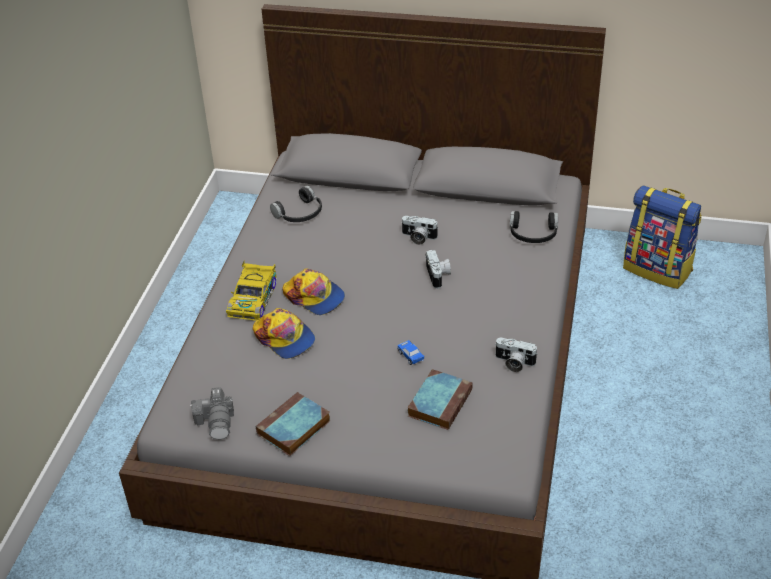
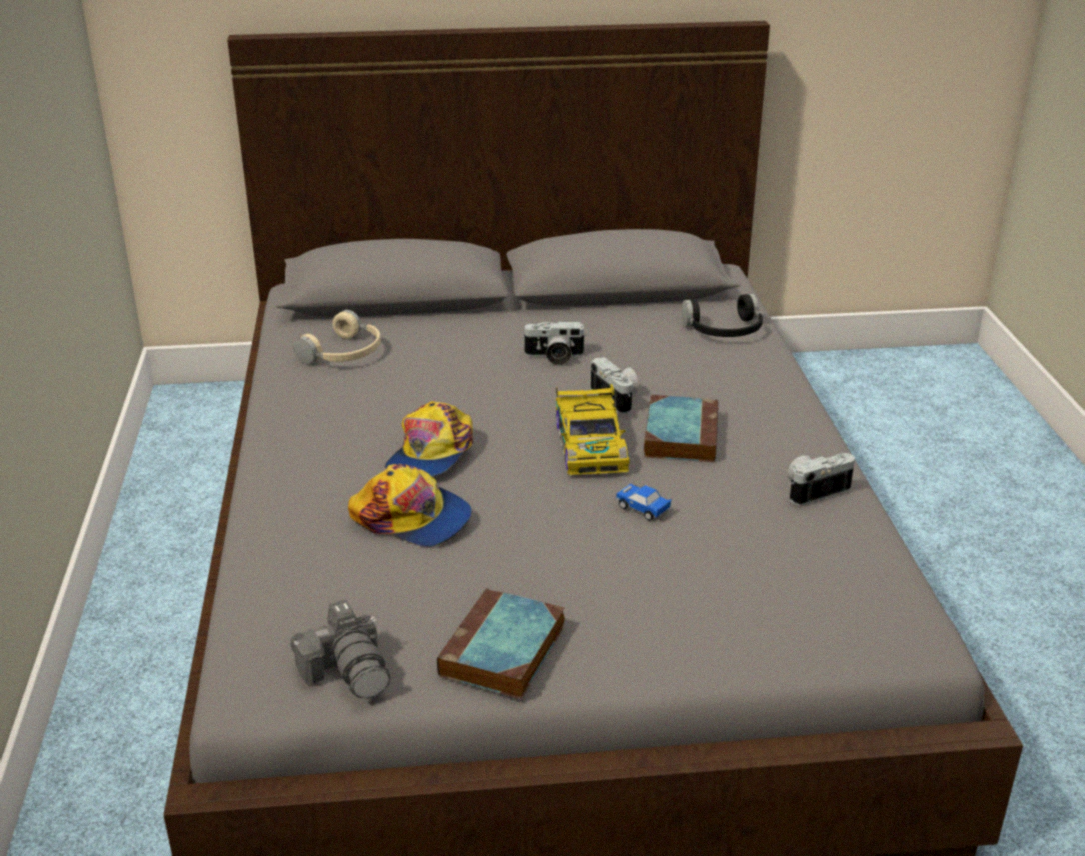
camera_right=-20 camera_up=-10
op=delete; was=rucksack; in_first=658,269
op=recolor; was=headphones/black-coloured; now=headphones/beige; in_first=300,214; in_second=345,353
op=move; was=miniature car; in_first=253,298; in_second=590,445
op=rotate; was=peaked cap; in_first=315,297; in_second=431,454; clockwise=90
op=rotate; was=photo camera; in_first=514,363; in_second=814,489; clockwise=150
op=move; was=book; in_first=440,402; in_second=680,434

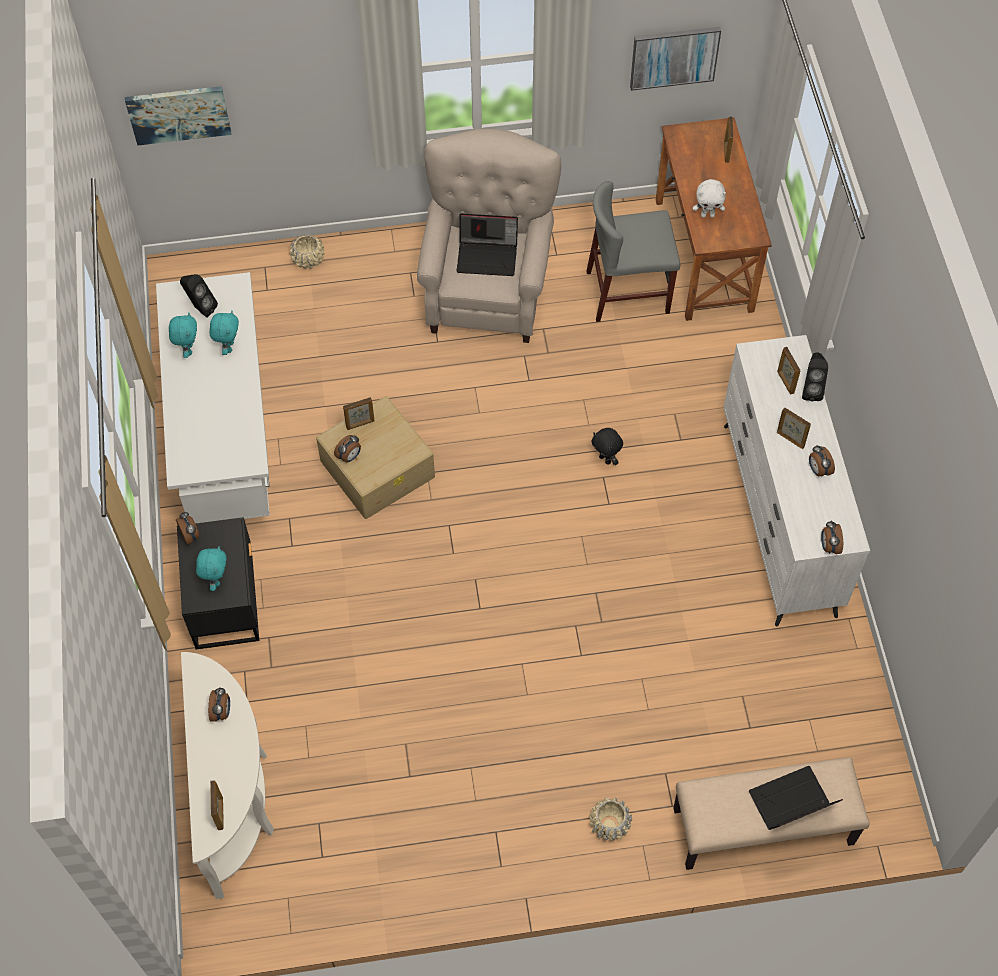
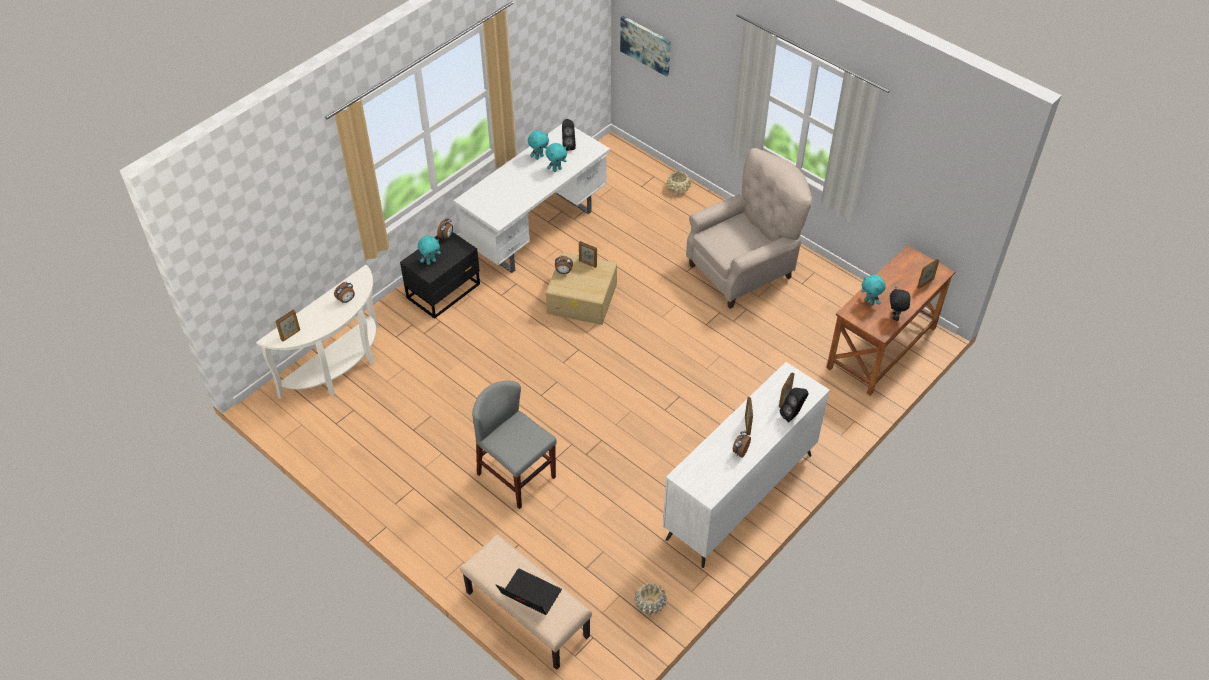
camera_right=50 camera_up=-10
op=delete; was=wall picture; in_first=674,57
op=recolor; was=plush toy/white-coloured; now=plush toy/turquoise-coloured; in_first=707,215; in_second=869,302
op=move; was=upright chair/gray; in_first=628,292; in_second=516,475
op=delete; was=laptop; in_first=488,256
op=move; was=plush toy/black-coloured; in_first=605,459; in_second=895,316
op=delete; was=alarm clock; in_first=829,546
op=move; was=flower pot/beige; in_first=609,824; in_second=649,604

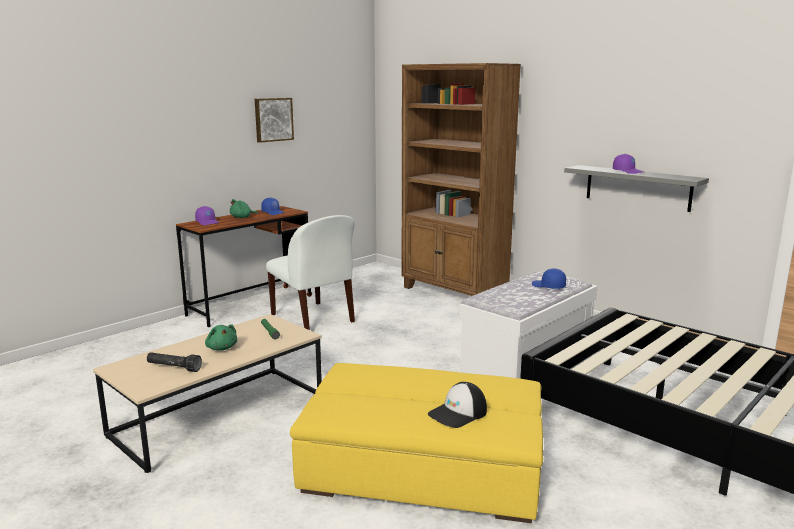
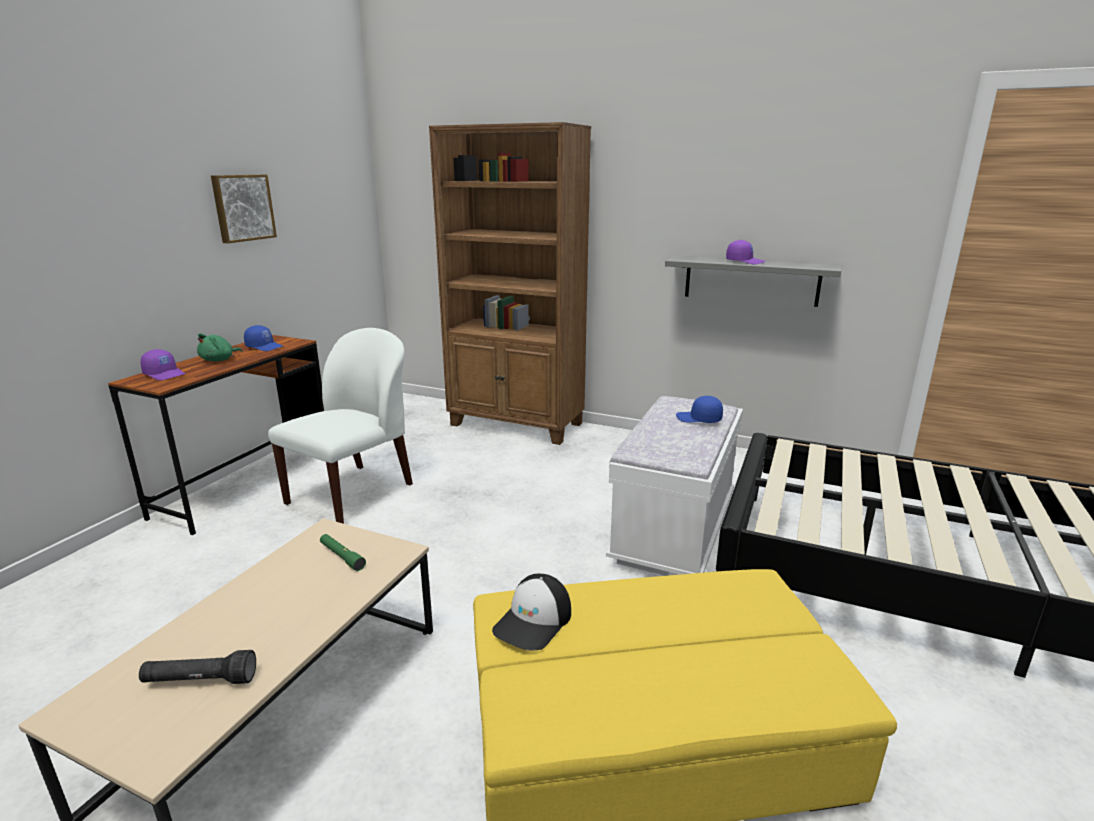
camera_right=-20 camera_up=5
op=rotate; was=upright chair/white-coloured; in_first=313,319; in_second=353,493; clockwise=-90
op=delete; was=plush toy/green-coloured; in_first=221,348
op=move; was=peaked cap; in_first=458,413; in_second=534,621

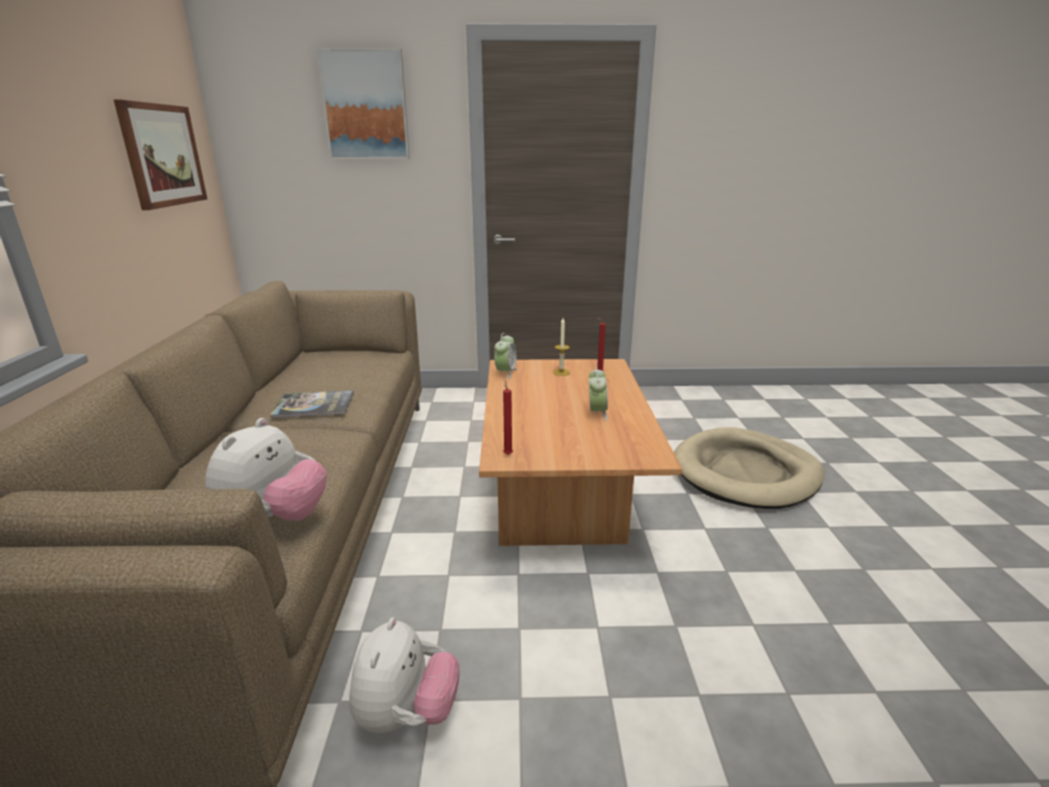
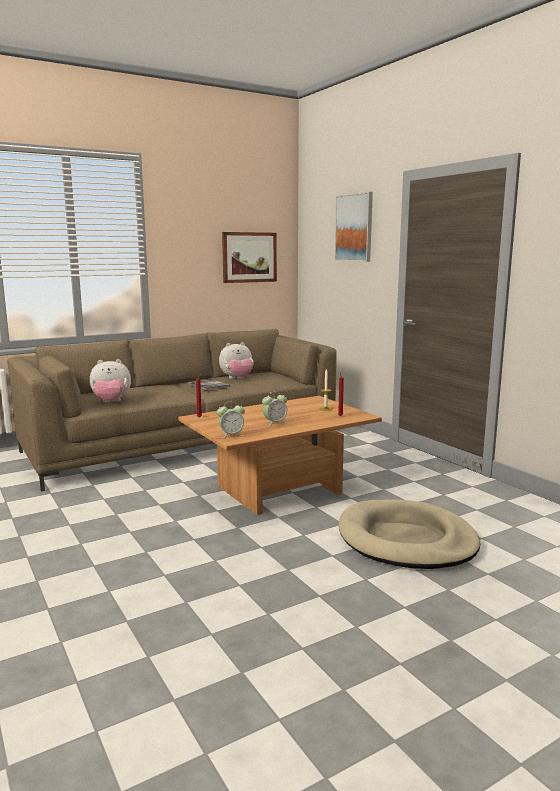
camera_right=60 camera_up=-10
op=move; was=alarm clock; in_first=505,372; in_second=231,435
op=move; was=plush toy; in_first=406,714; in_second=237,379

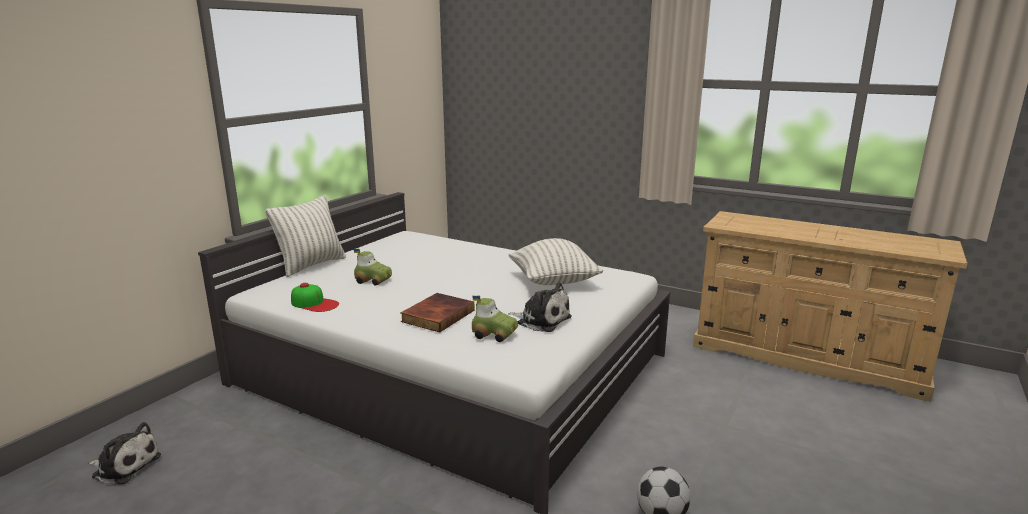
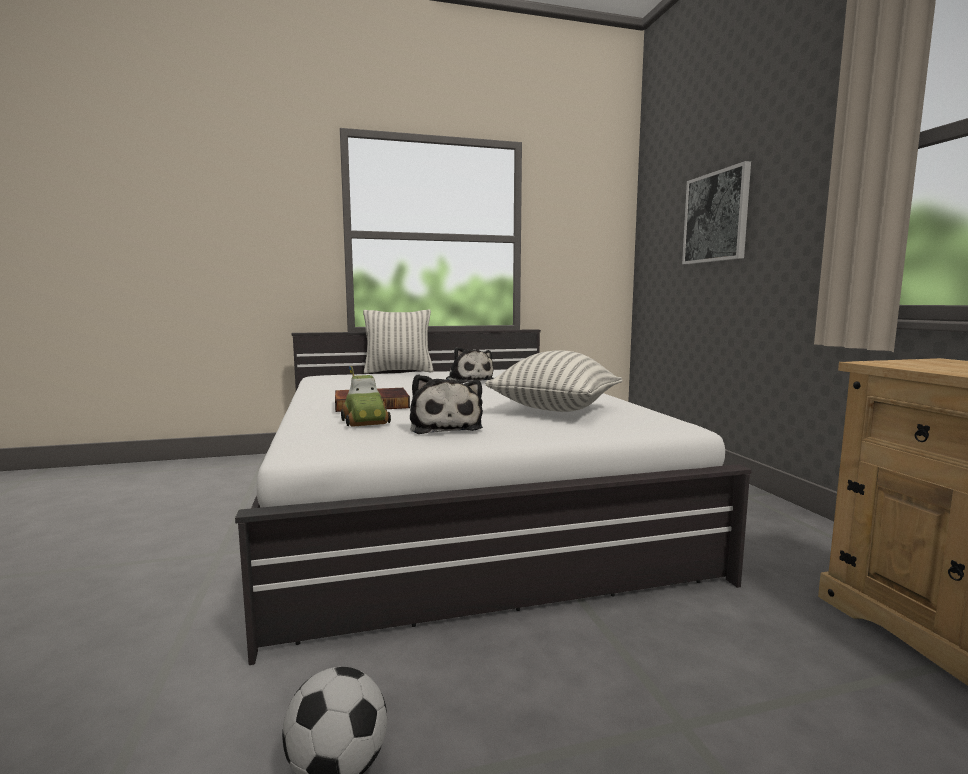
camera_right=45 camera_up=-10
op=delete; was=miniature car; in_first=374,280
op=delete; was=peaked cap; in_first=314,303
op=move; was=plush toy; in_first=124,466; in_second=468,380
op=insert; now=wall picture; in_second=716,217

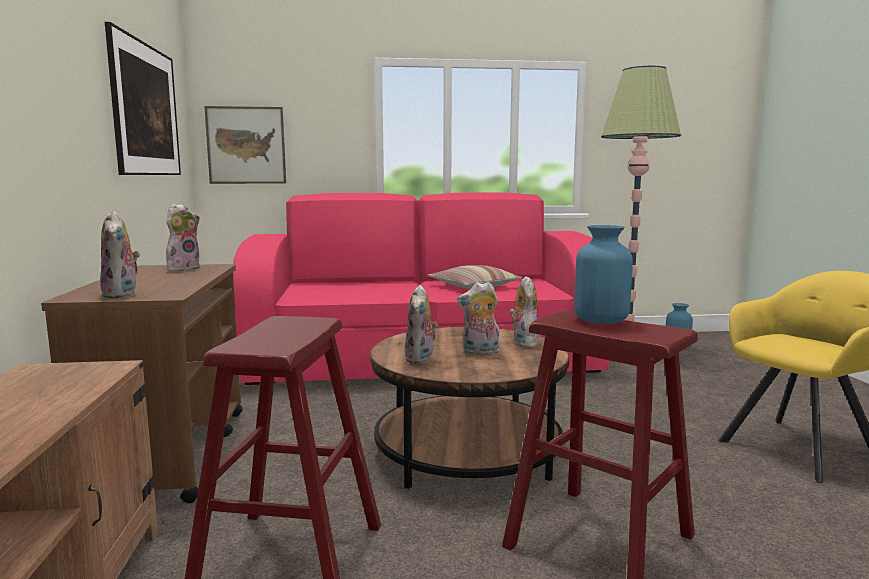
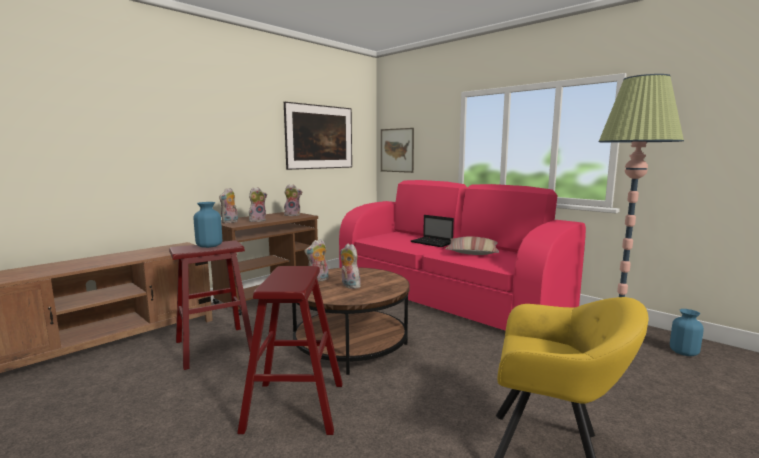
camera_right=50 camera_up=0
op=move; was=vase/bluish; in_first=600,320; in_second=209,246
op=move; was=plush toy; in_first=523,342; in_second=257,220
op=insert; now=laptop; in_second=432,243

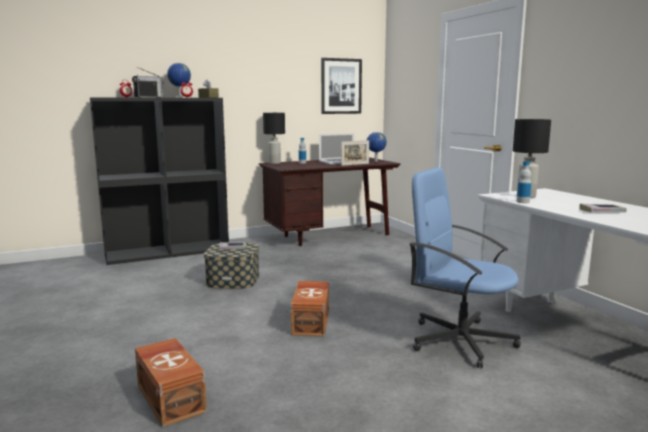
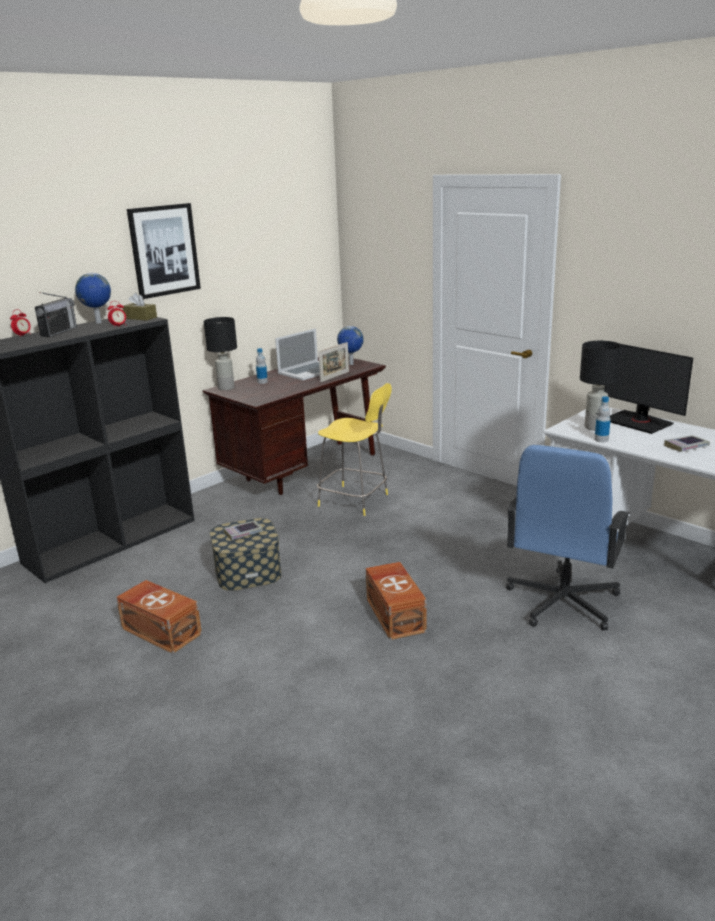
camera_right=-20 camera_up=10
op=move; was=wall picture; in_first=341,86; in_second=164,250
op=rotate; was=desk chair/bluish; in_first=459,340; in_second=562,602; clockwise=-75
op=move; was=storage box/brown; in_first=171,397; in_second=161,630
op=insert; now=monitor; in_second=638,422
op=insert; now=sitting stool/yellow; in_second=355,501

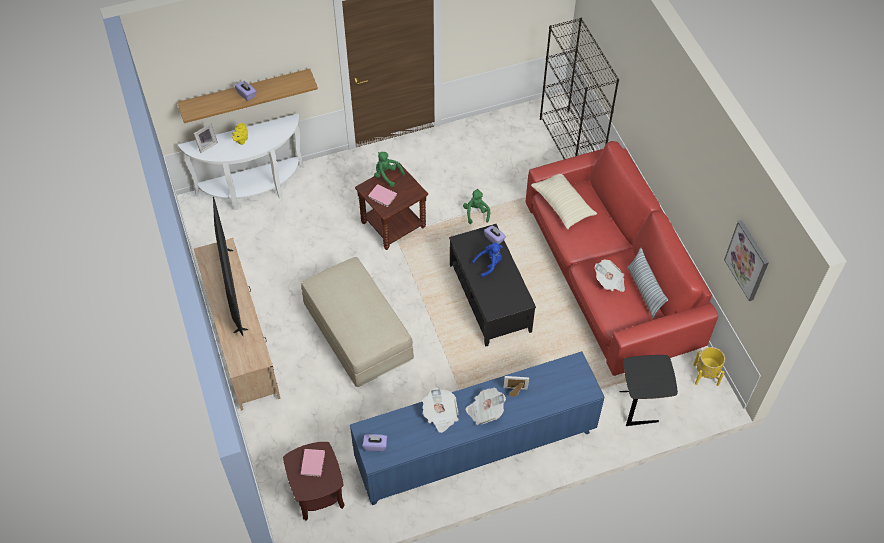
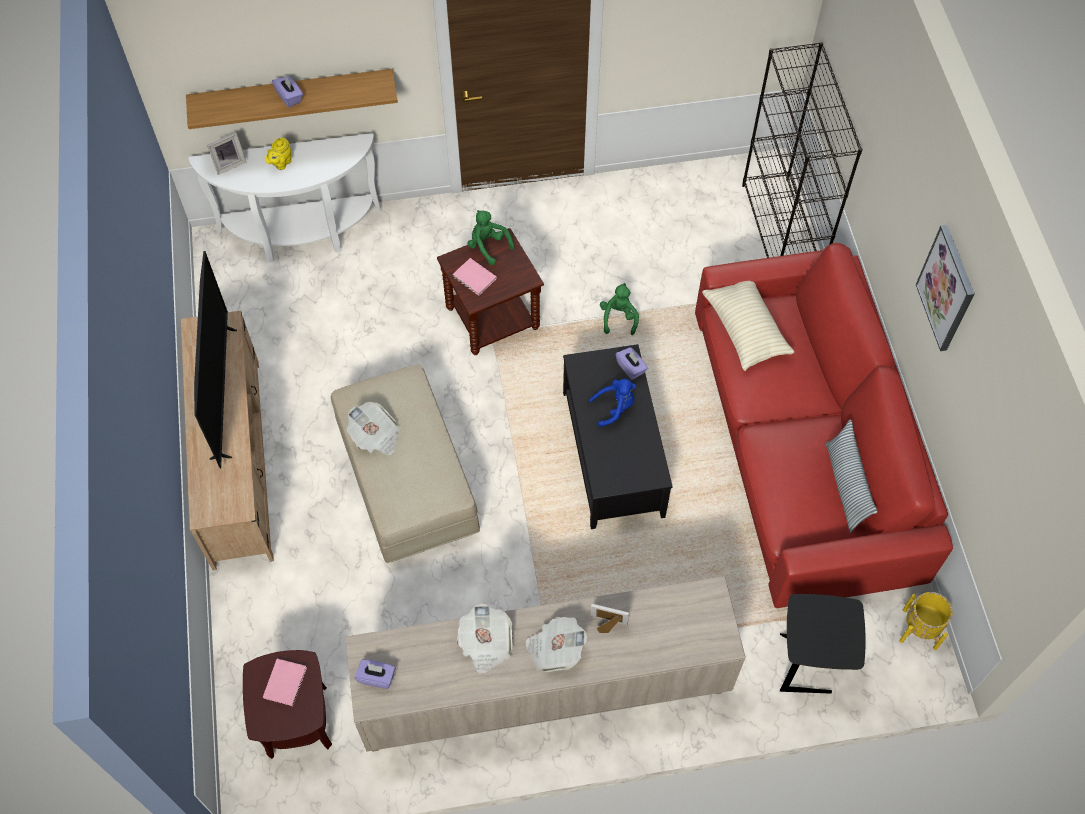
camera_right=10 camera_up=5
op=move; was=wall picture; in_first=747,260; in_second=947,288
op=move; was=daily paper; in_first=609,282; in_second=375,436
op=recolor; was=storage cabinet/bluish; now=storage cabinet/beige; in_first=476,449; in_second=544,690

